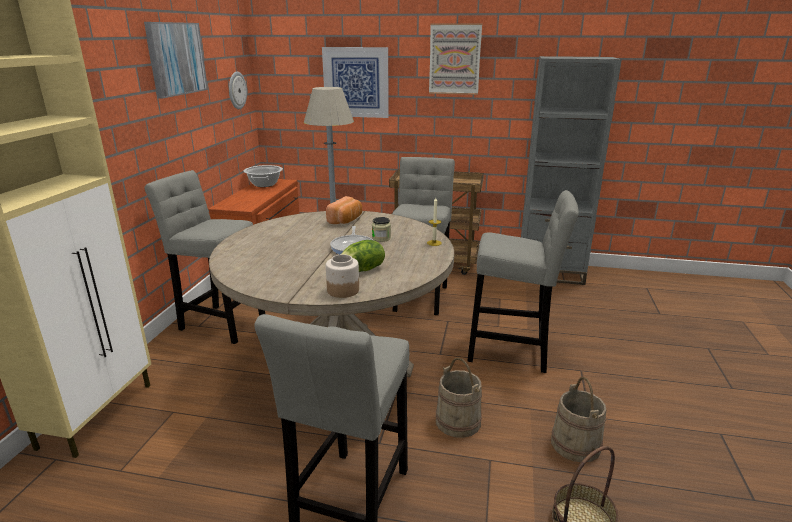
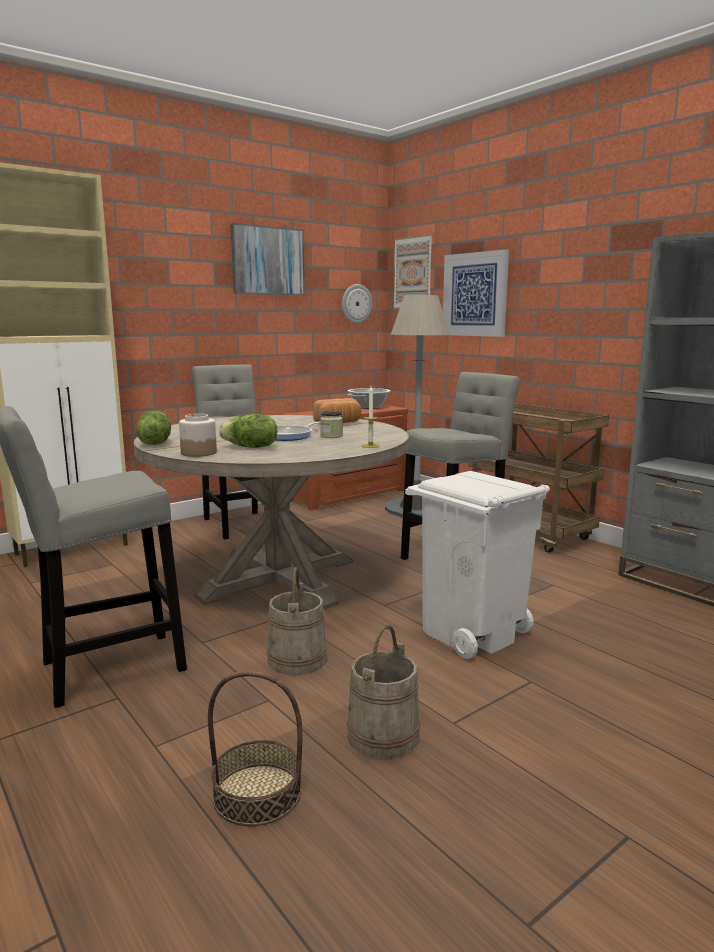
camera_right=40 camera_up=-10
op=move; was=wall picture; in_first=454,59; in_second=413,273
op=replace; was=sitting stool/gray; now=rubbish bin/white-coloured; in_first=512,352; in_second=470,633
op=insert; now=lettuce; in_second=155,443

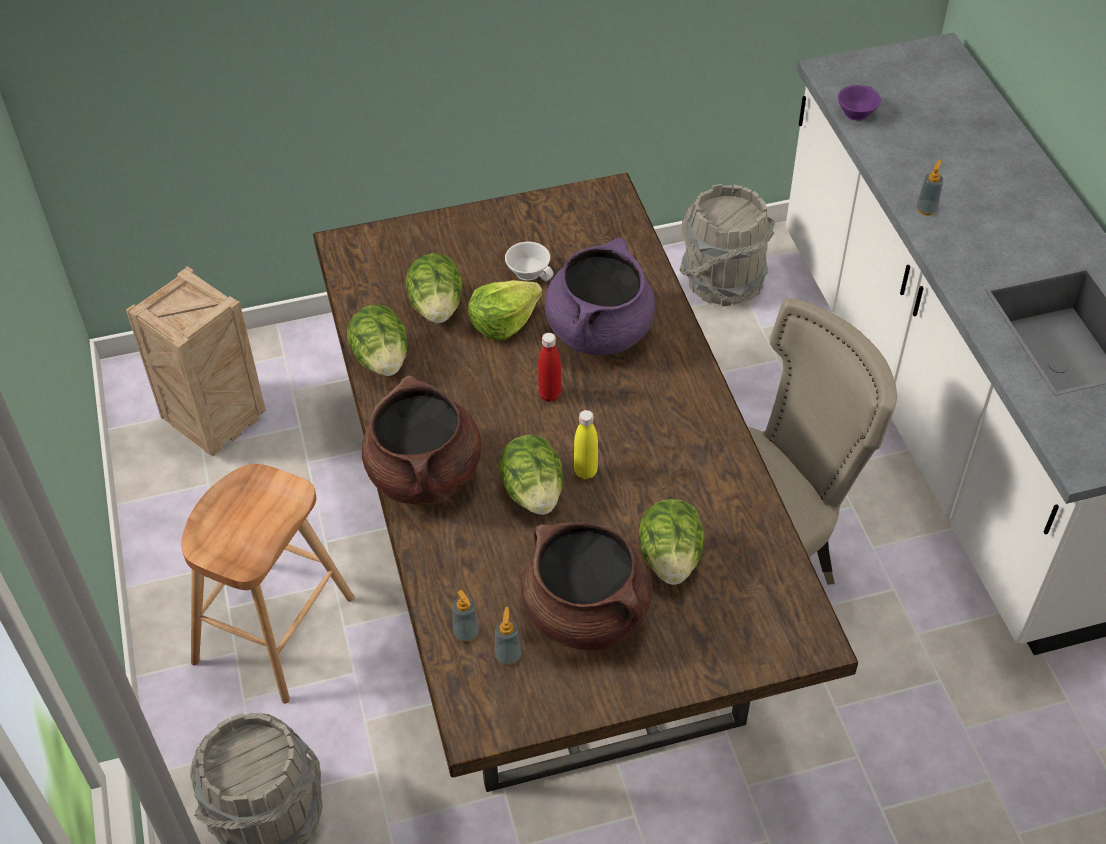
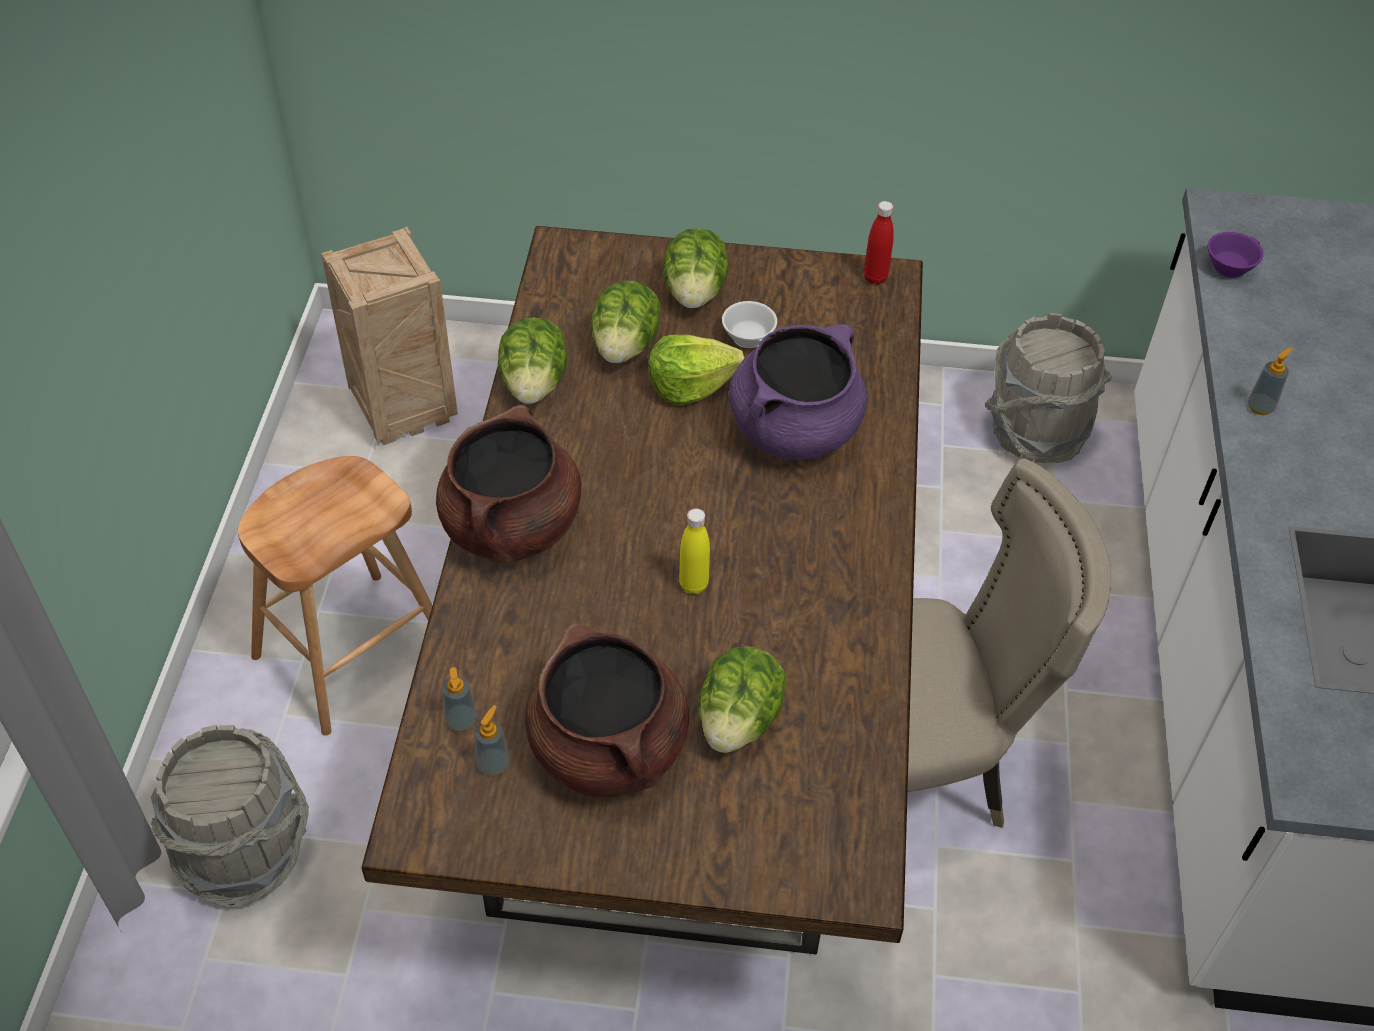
camera_right=20 camera_up=0
op=move; was=beverage bottle/red-coloured; in_first=550,395; in_second=875,278
op=move; was=lettuce; in_first=533,493; in_second=695,293

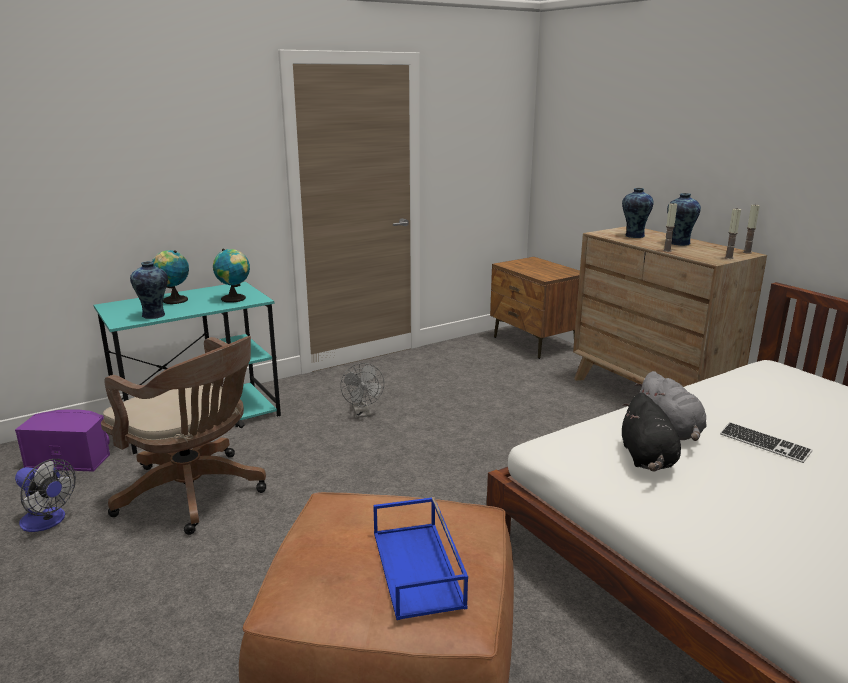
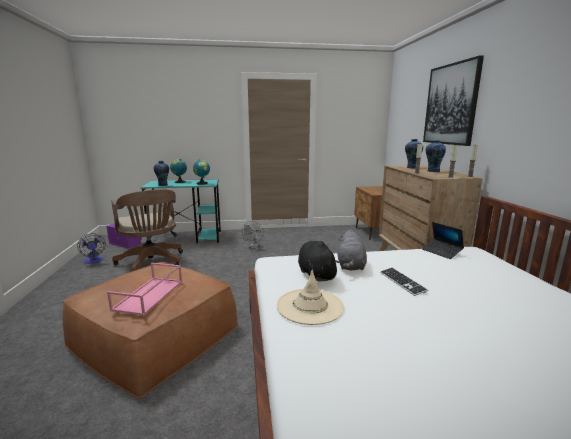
camera_right=25 camera_up=-5
op=rotate; was=plush toy/black-coloured; in_first=647,459; in_second=316,274; clockwise=135
op=recolor; was=carrying tray/bluish; now=carrying tray/pinkish; in_first=419,569; in_second=149,295
op=insert; now=wall picture; in_second=451,104
op=insert; now=laptop; in_second=441,252
op=insert; now=hat/beige; in_second=310,306

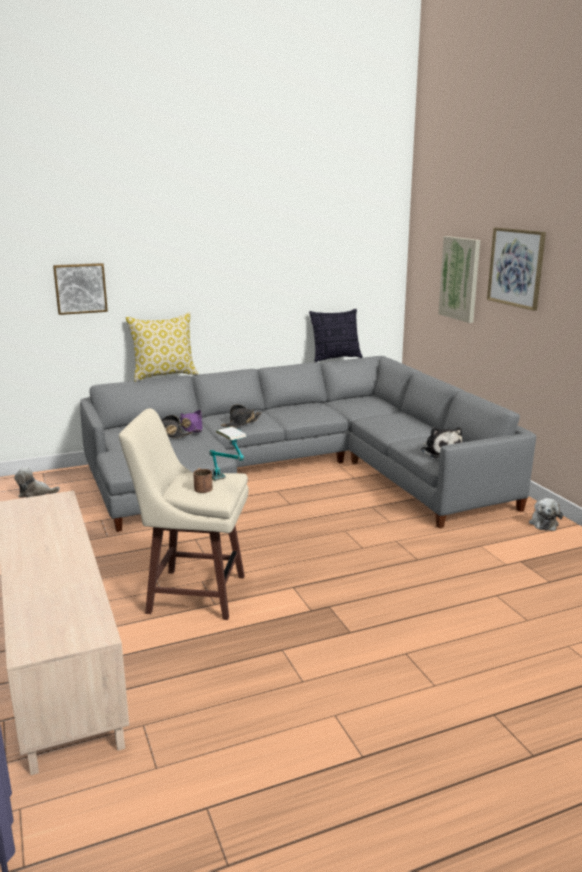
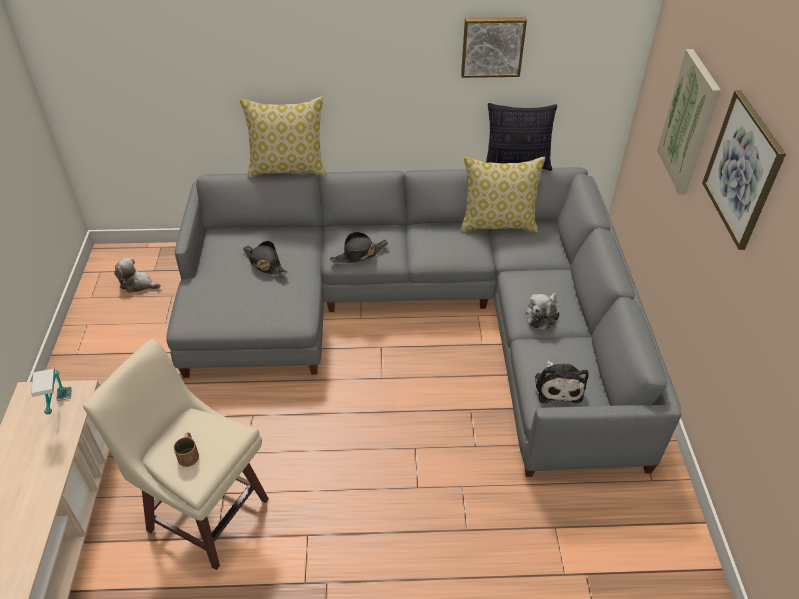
camera_right=20 camera_up=25
op=move; was=wall picture; in_first=80,288; in_second=492,46
op=delete; was=hat/purple-coloured; in_first=191,427
op=move; was=table lamp; in_first=227,484; in_second=63,412
op=move; was=plush toy; in_first=543,523; in_second=542,316
op=insert; now=throw pillow; in_second=498,224

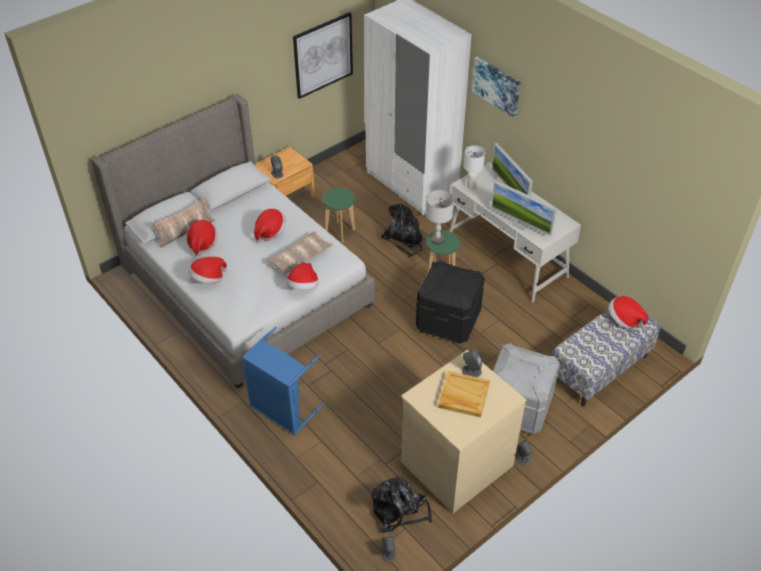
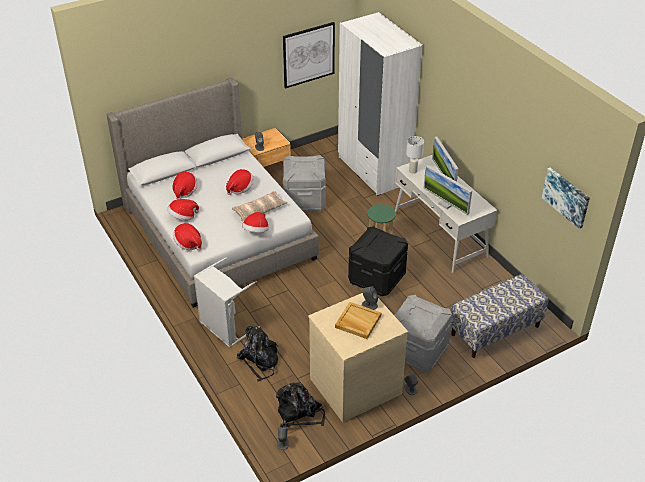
camera_right=10 camera_up=-5
op=move; was=wall picture; in_first=497,86; in_second=566,197
op=replace; was=sitting stool/green-coloured; now=storage box/gray; in_first=340,232; in_second=304,200
op=delete; was=table lamp/gray; in_first=437,240
op=delete; was=throw pillow; in_first=185,231
op=move; was=rucksack/black-coloured; in_first=404,239; in_second=260,361
op=move; was=hat; in_first=624,320; in_second=188,243
op=recolor; was=washing basket/bluish; now=washing basket/gray; in_first=282,410; in_second=224,328

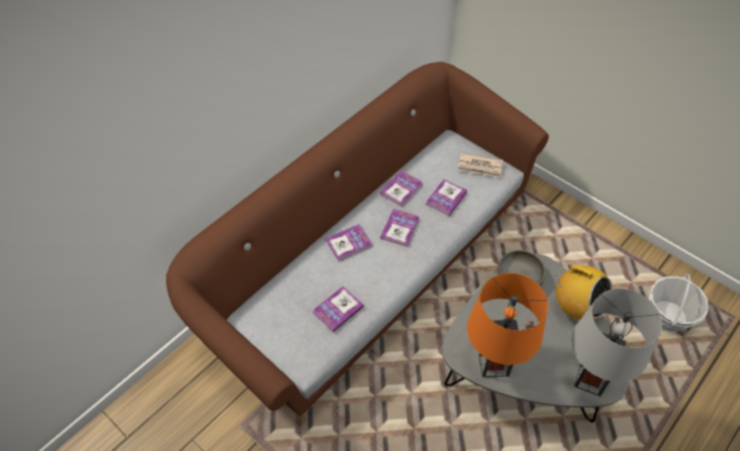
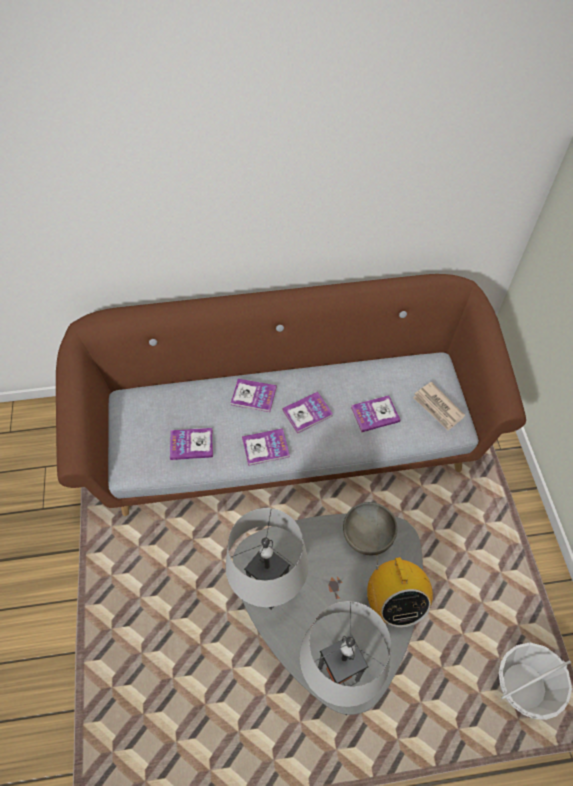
camera_right=40 camera_up=5
op=move; was=book; in_first=401,189; in_second=265,447
op=recolor; was=table lamp/orange-coloured; now=table lamp/gray; in_first=493,365; in_second=268,589

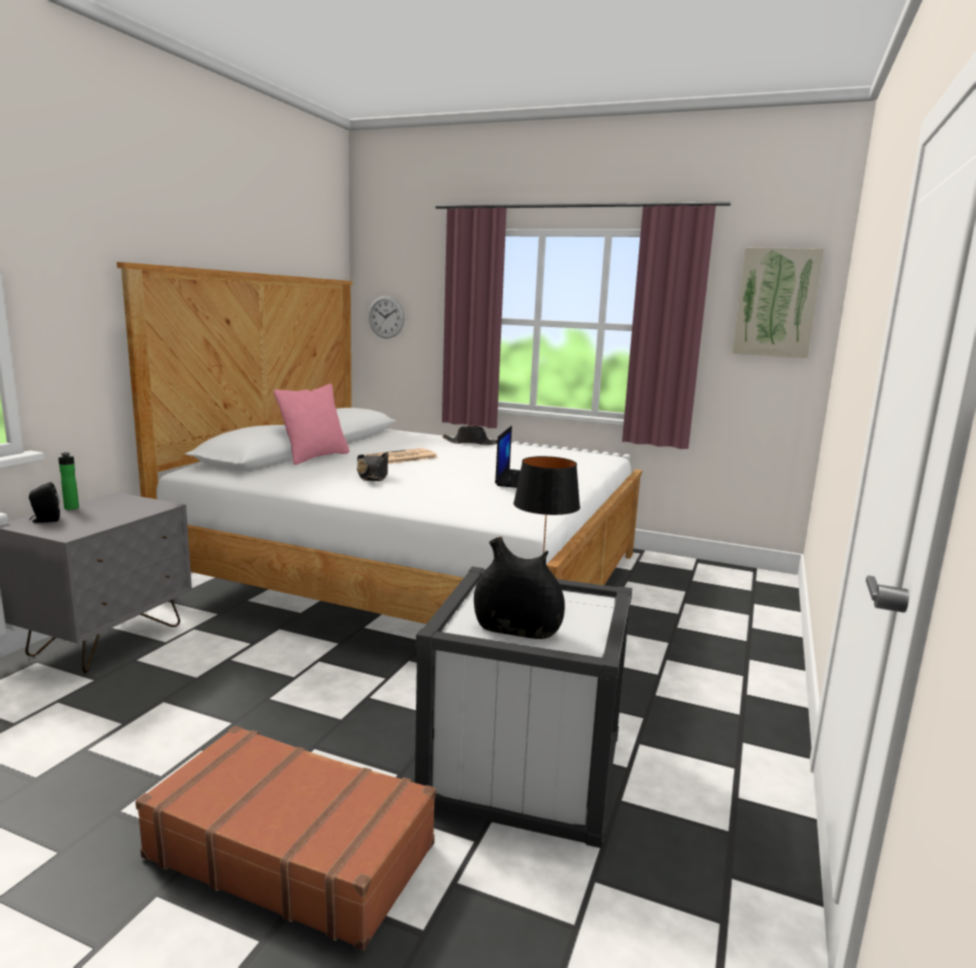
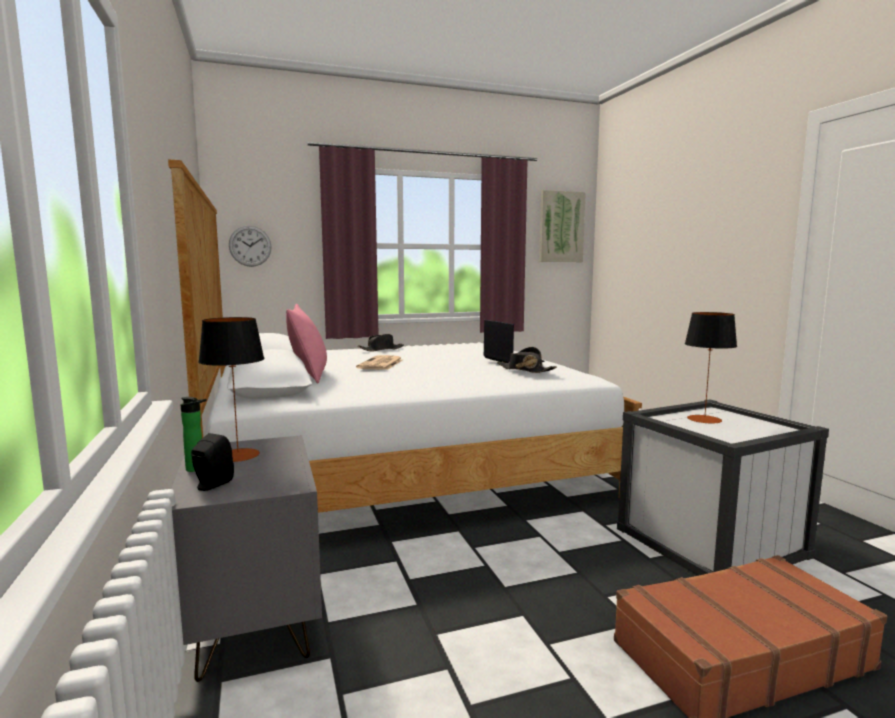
camera_right=-40 camera_up=-5
op=move; was=hat/black-coloured; in_first=373,476; in_second=525,370
op=delete; was=vase/black-coloured; in_first=517,630
op=insert; now=table lamp; in_second=238,455

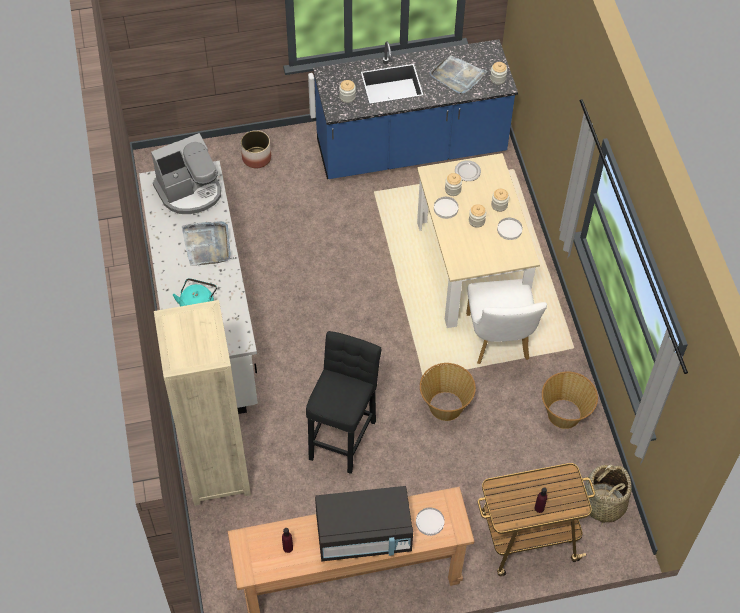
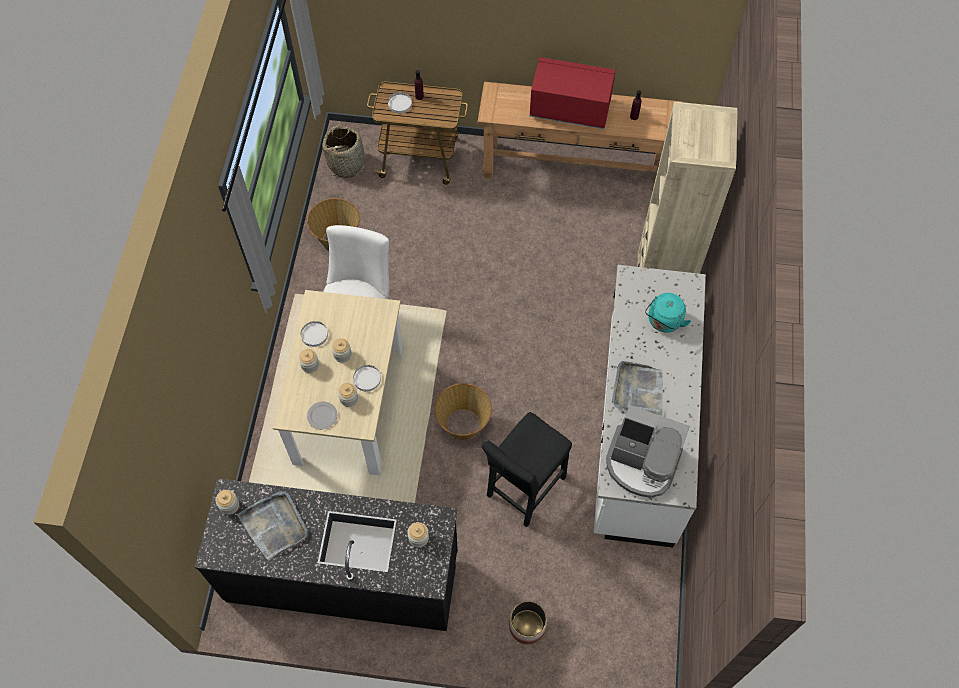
camera_right=-160 camera_up=5
op=recolor; was=kitchen base unit/bluish; now=kitchen base unit/black-coloured; in_first=411,149; in_second=343,576
op=rotate; was=coffee brewer; in_first=190,191; in_second=642,463; clockwise=-150
op=move; was=sitting stool/black-coloured; in_first=343,435; in_second=523,490
op=move; was=basket; in_first=445,405; in_second=463,425
op=recolor; was=kitchen microwave/black-coloured; now=kitchen microwave/red-coloured; in_first=364,535; in_second=569,108
op=move; was=plate/white-coloured; in_first=430,522; in_second=399,103

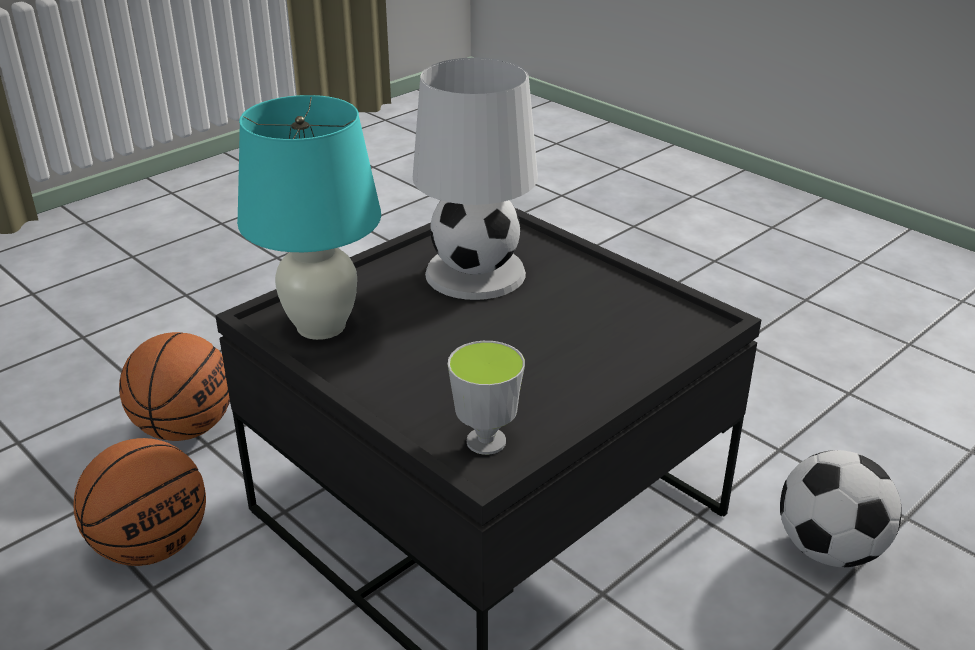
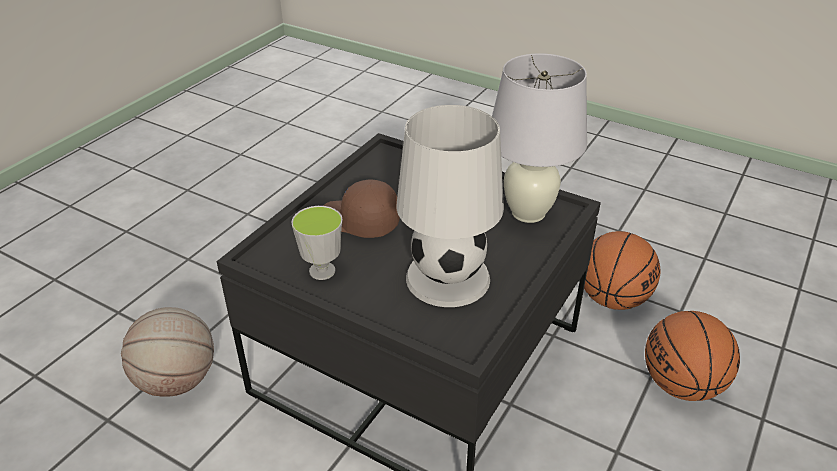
camera_right=165 camera_up=5
op=recolor; was=table lamp/turquoise-coloured; now=table lamp/white-coloured; in_first=322,326; in_second=528,213
op=move; was=small cup; in_first=486,441; in_second=322,271
op=replace; was=football; now=ball for basketball; in_first=829,549; in_second=177,381
op=insert; now=peaked cap/brown; in_second=358,222

